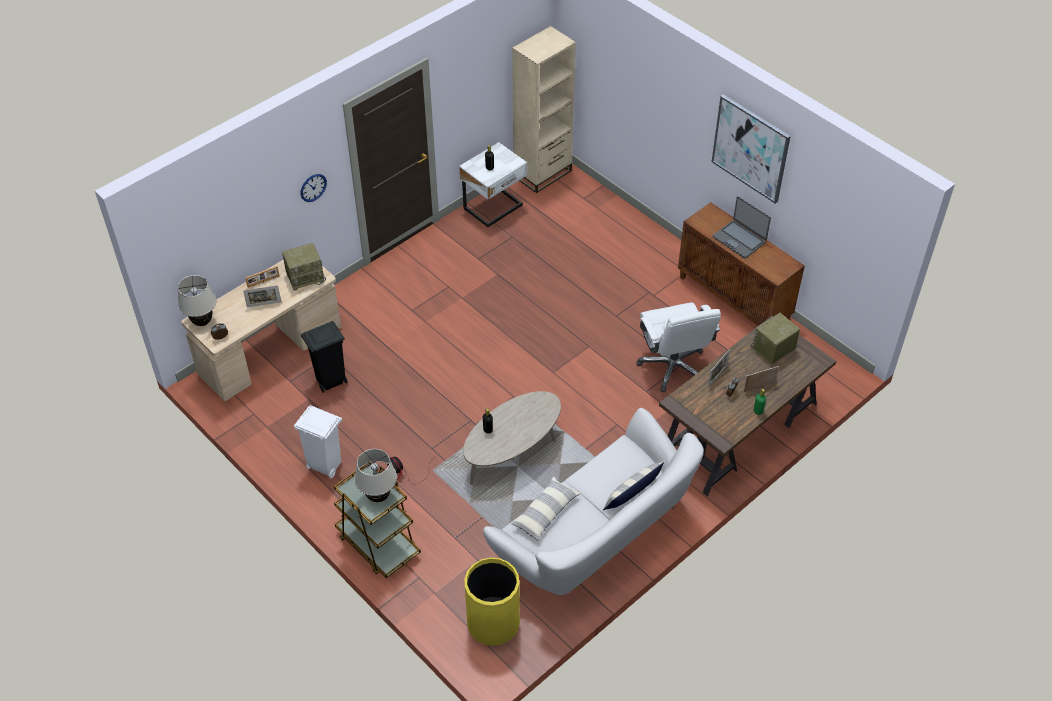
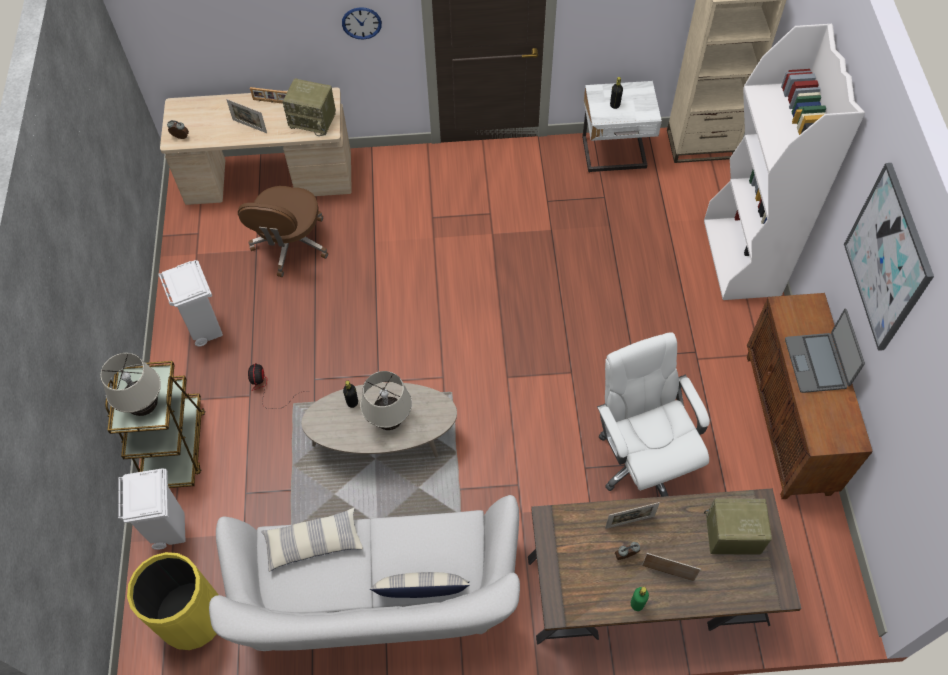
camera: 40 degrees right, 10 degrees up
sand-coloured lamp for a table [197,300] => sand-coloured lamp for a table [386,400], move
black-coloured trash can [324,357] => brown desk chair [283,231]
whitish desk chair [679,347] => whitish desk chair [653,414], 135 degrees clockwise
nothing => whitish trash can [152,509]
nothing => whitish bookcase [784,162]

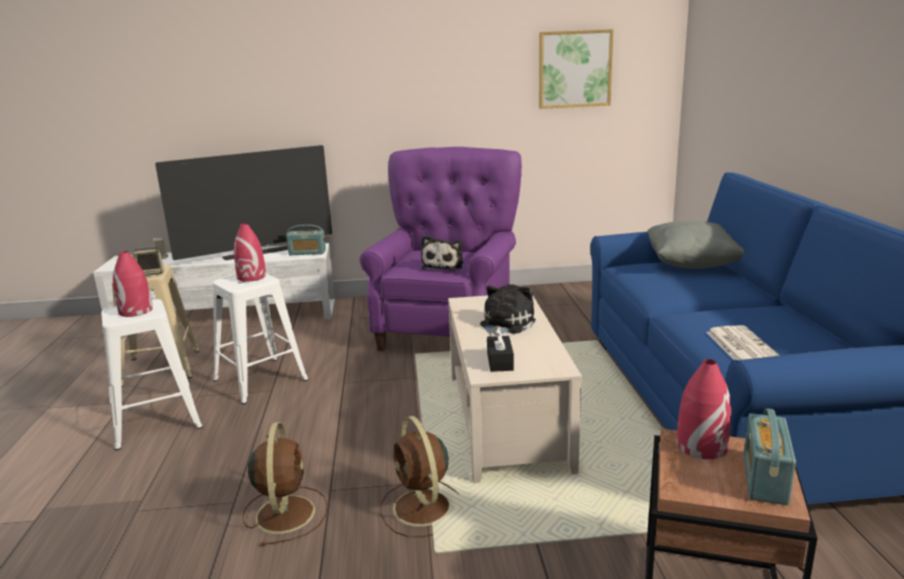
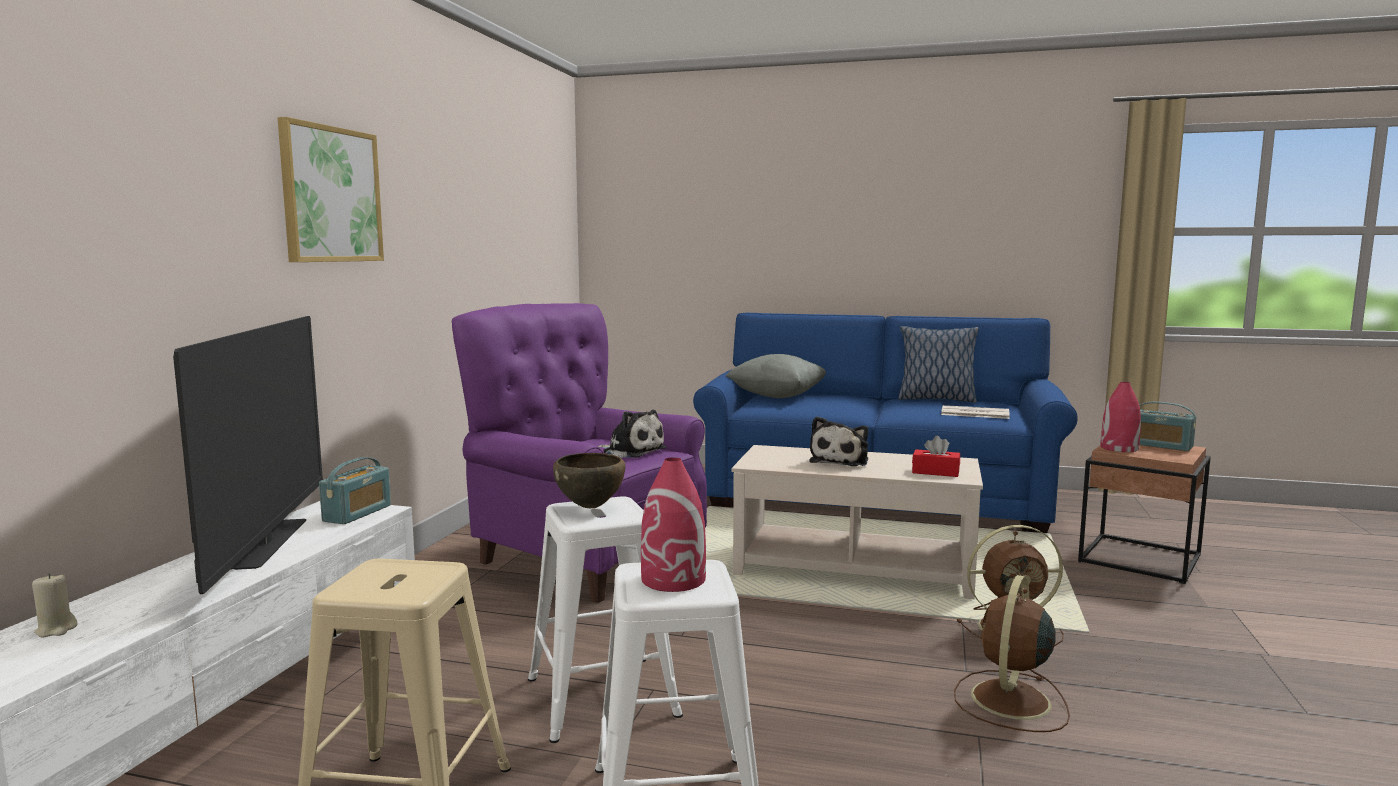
camera: 70 degrees left, 10 degrees down
audio speaker [147,261] => nothing
red-coloured decorative vase [250,252] => brown bowl [589,480]
brown electric fan [285,484] => brown electric fan [1012,653], 75 degrees counterclockwise
cuddly toy [508,310] => cuddly toy [838,441], 120 degrees counterclockwise
black-coloured tissue holder [500,350] => red-coloured tissue holder [936,456]
wall picture [576,69] => wall picture [330,189], move
nothing => pillow [938,364]

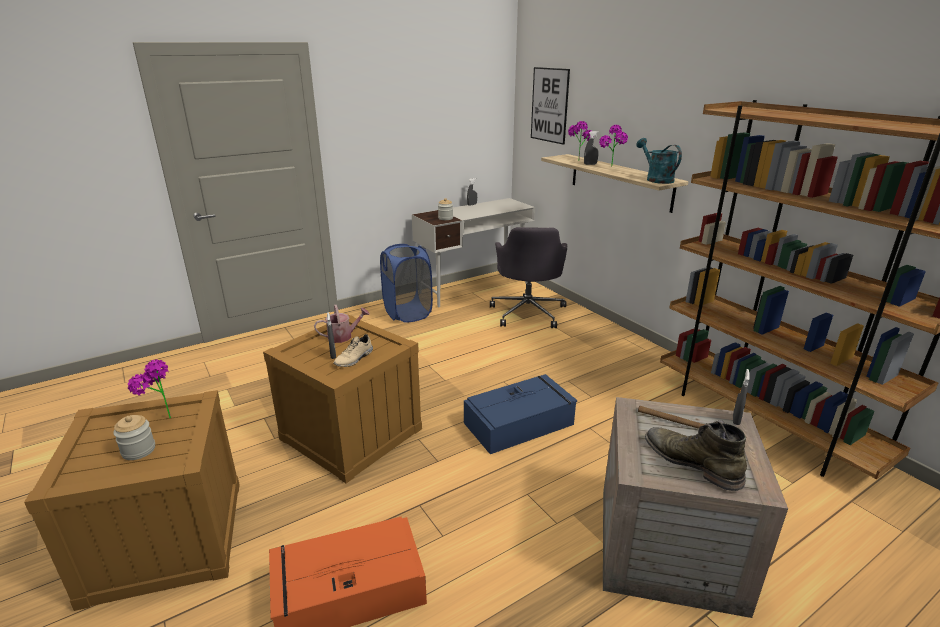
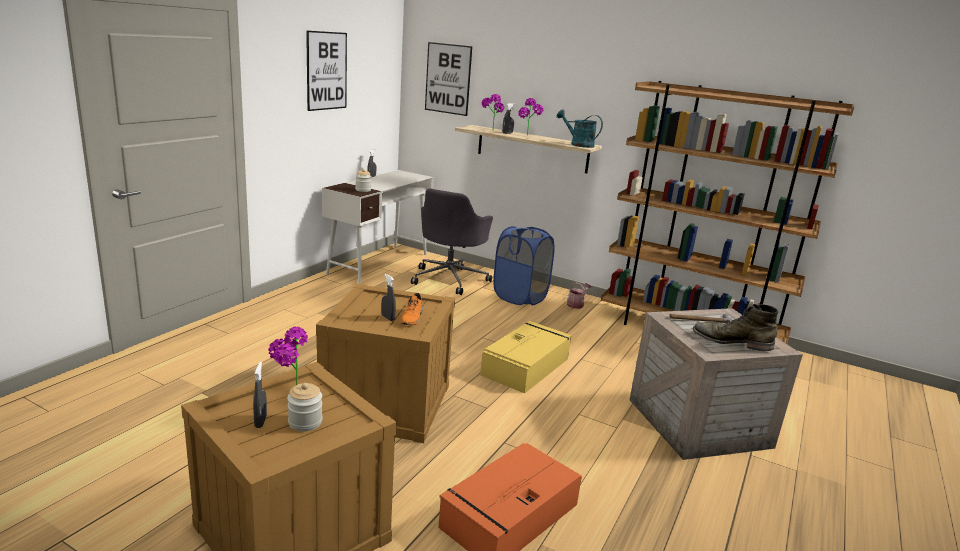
camera: 30 degrees left, 5 degrees down
watering can [342,324] => watering can [579,295], move
sand-coloured item of footwear [353,350] => orangey item of footwear [411,309]
blue hamper [406,283] => blue hamper [524,266], move
blue storage box [520,414] => yellowish storage box [526,357]
grey desk chair [528,277] => grey desk chair [452,242], 45 degrees clockwise
grey sprayer [741,397] => grey sprayer [260,394], move
nothing => wall picture [326,71]

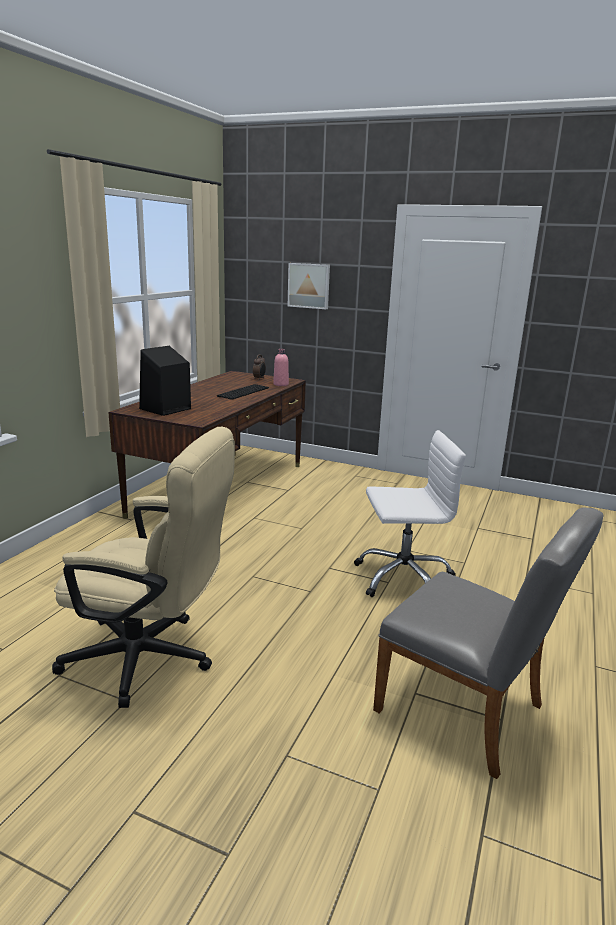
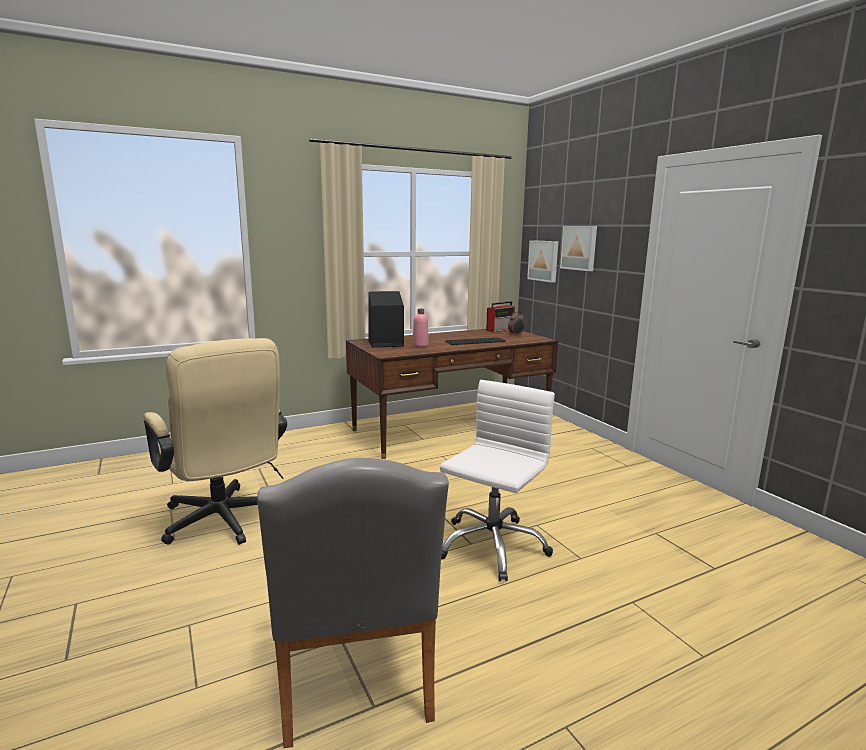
camera: 40 degrees right, 5 degrees down
pinkish bottle [281,367] => pinkish bottle [421,328], move
whitish desk chair [410,513] => whitish desk chair [497,480], 90 degrees counterclockwise
nothing => radio receiver [500,316]
nothing => wall picture [542,261]

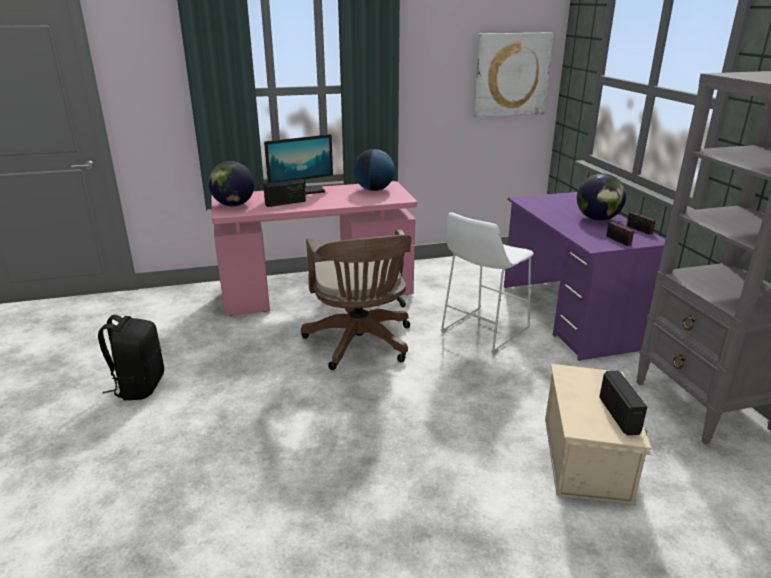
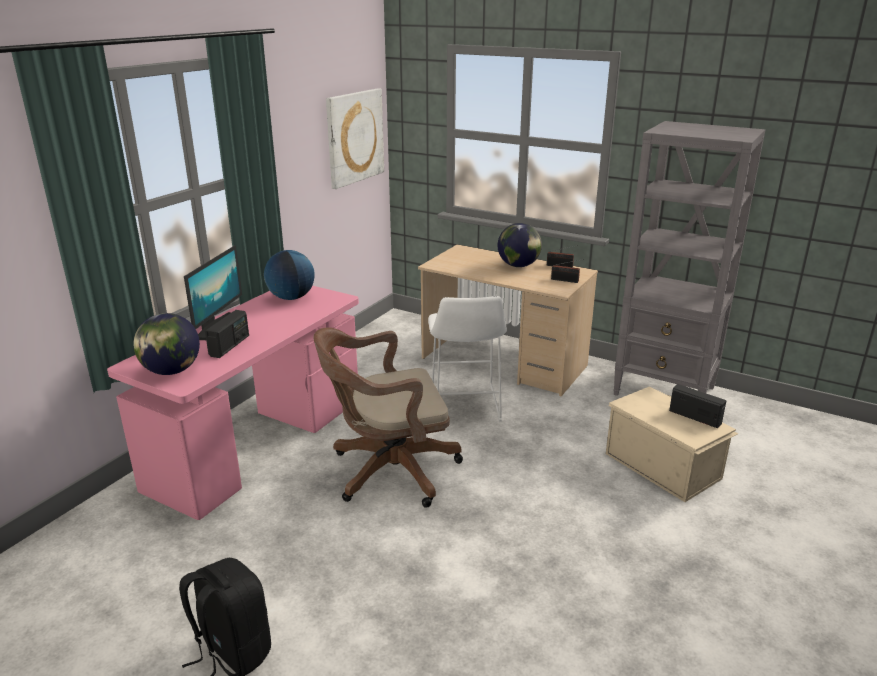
camera: 45 degrees left, 0 degrees up
brown desk chair [356,299] => brown desk chair [388,417], 135 degrees clockwise
purple-coloured desk [584,276] => sand-coloured desk [508,320]

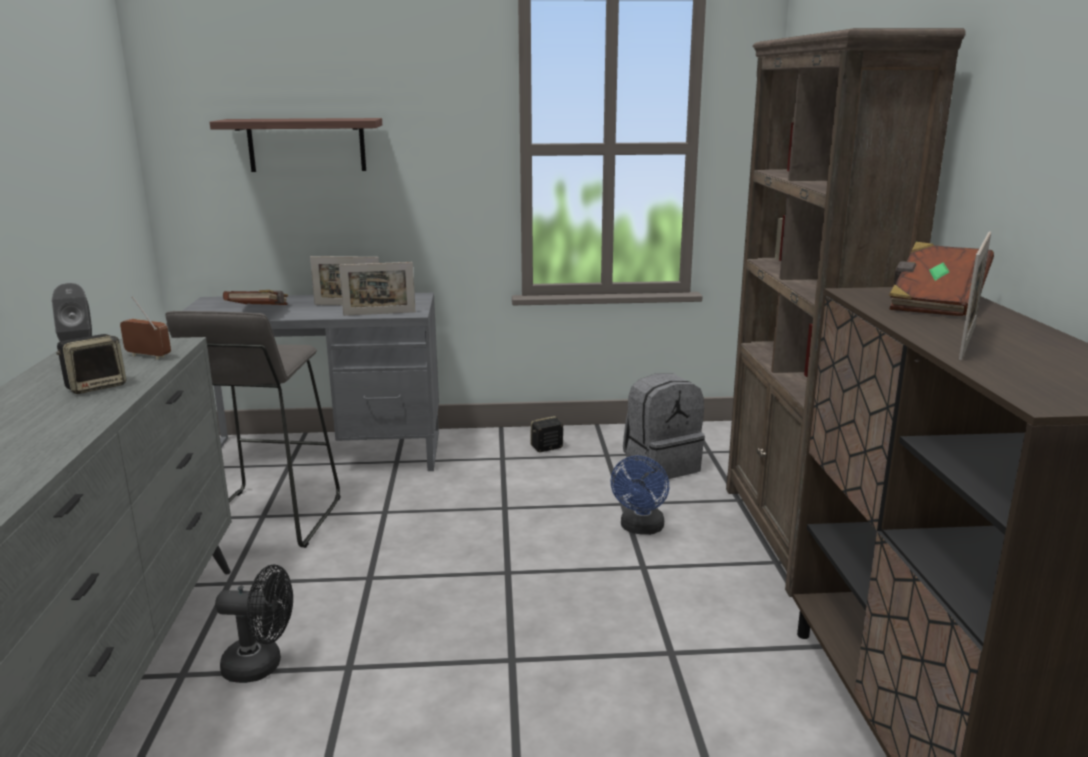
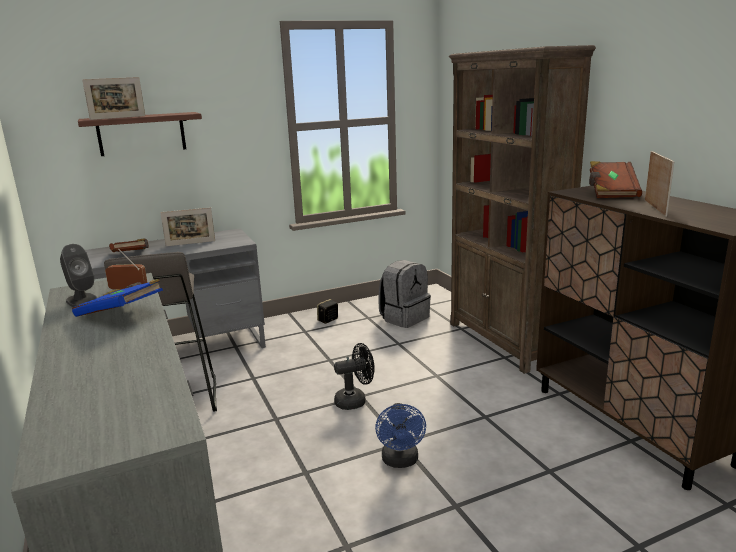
camera: 20 degrees left, 0 degrees up
audio speaker [91,364] => blue bound book [117,298]
black-coloured electric fan [254,624] => black-coloured electric fan [354,376], move
picture frame [377,289] => picture frame [113,98], move
blue electric fan [640,495] => blue electric fan [400,435], move

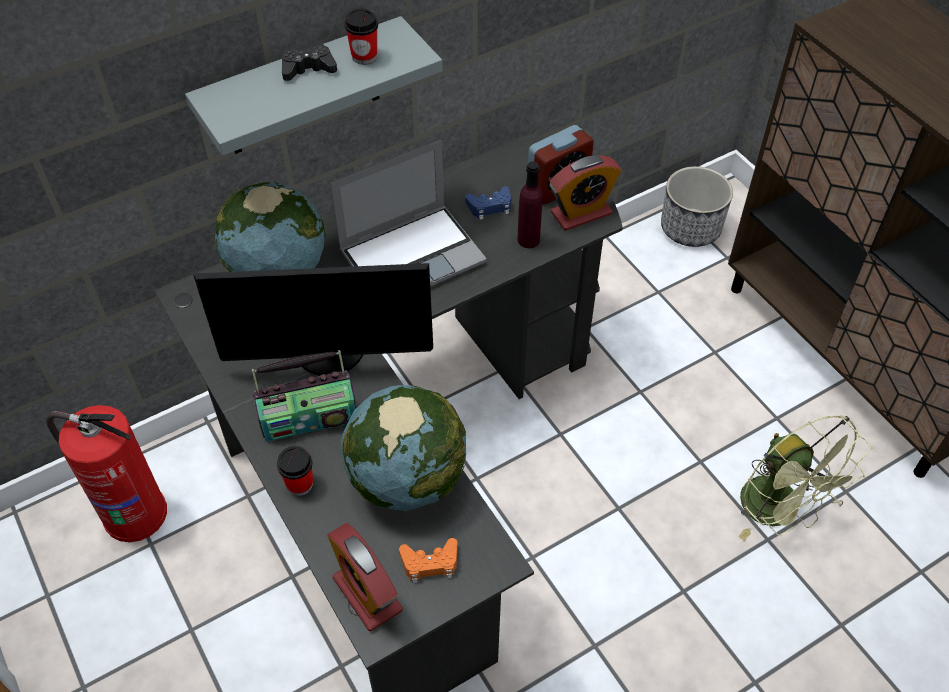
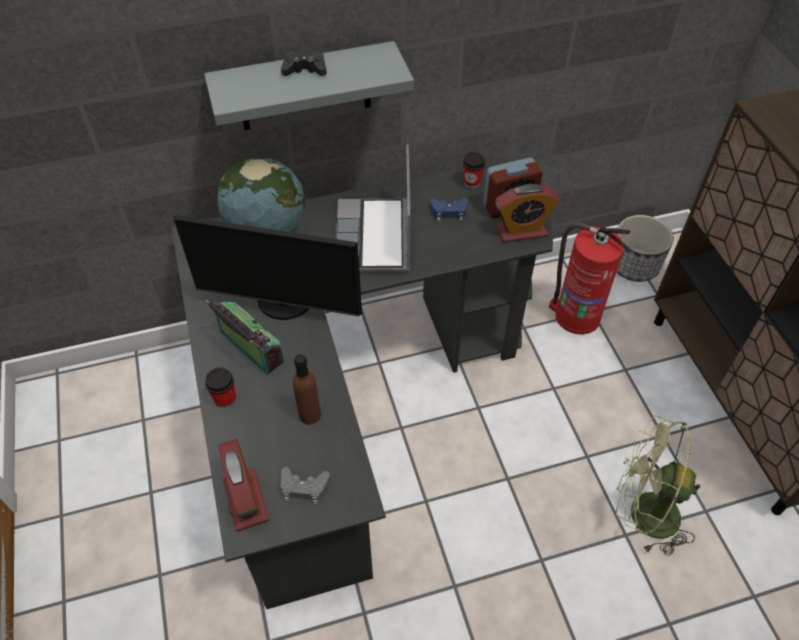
camera: 15 degrees right, 0 degrees up
extinguisher [106,473] => extinguisher [590,279], move
radio receiver [304,396] => radio receiver [245,337], 135 degrees counterclockwise
portable computer [408,213] => portable computer [373,208], 105 degrees clockwise
globe [403,448] => brown bottle [307,389]
small cup [361,37] => small cup [474,170], move
orangey gamepad [428,560] => grey gamepad [305,485]
purple-coloured bottle [530,204] => nothing
green electric fan [805,478] => green electric fan [658,486], 120 degrees clockwise

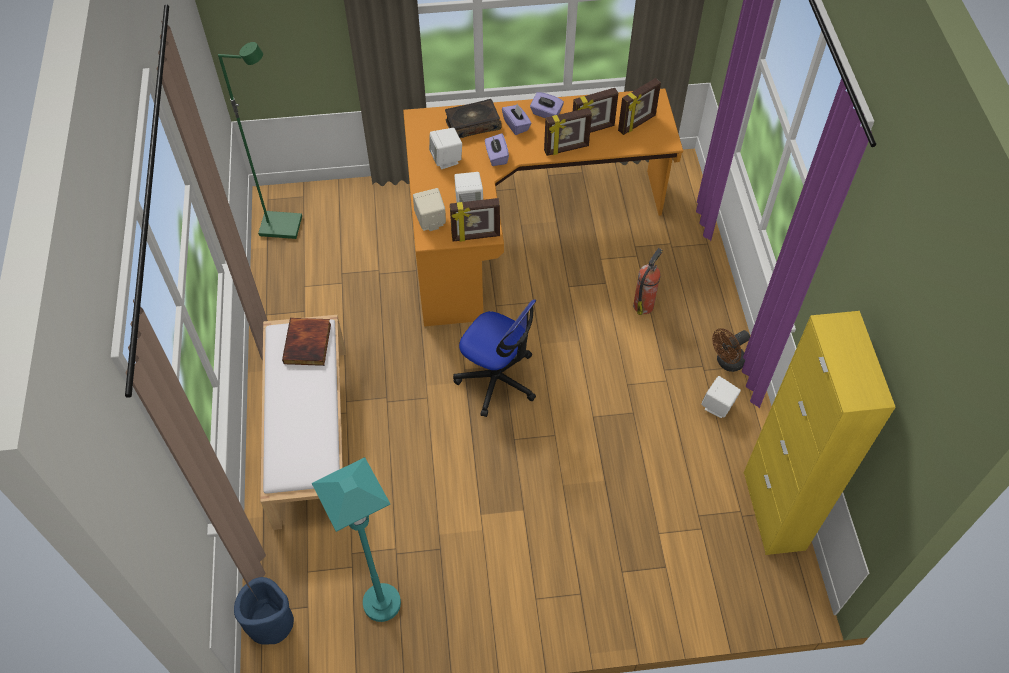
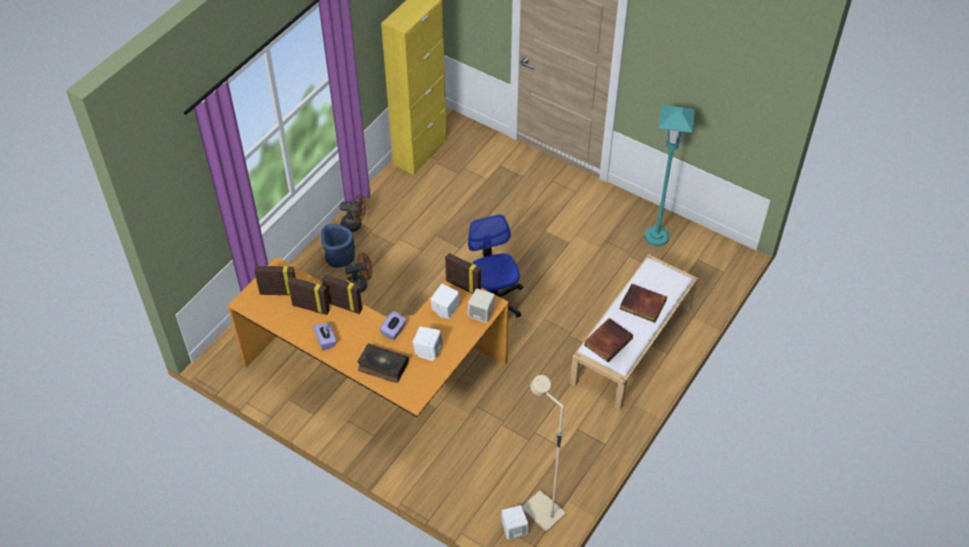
camera: 140 degrees left, 5 degrees down
green standing lamp [260,140] => sand-coloured standing lamp [544,453]
blue plant pot [264,611] => blue plant pot [338,246], move
purple-coloured tissue holder [517,119] => nothing
extinguisher [647,281] => brown electric fan [358,272]
whitish audio speaker [721,397] => whitish audio speaker [514,522], move
nothing => bound book [643,303]

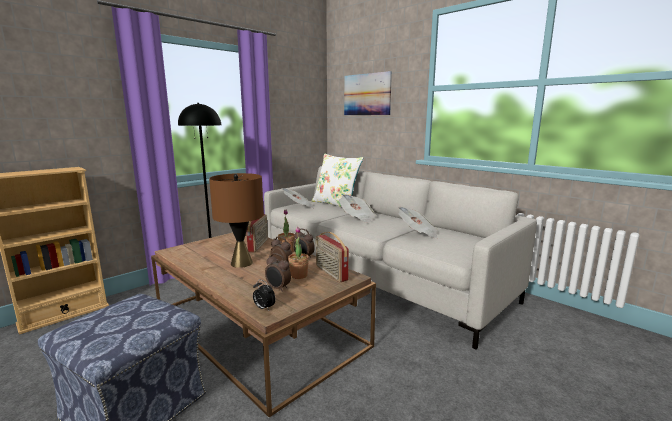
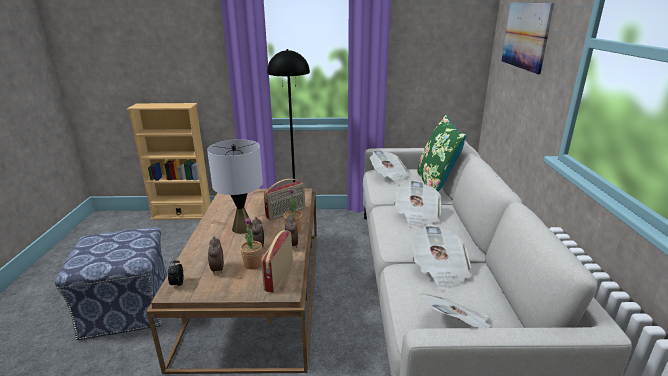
camera: 45 degrees right, 10 degrees up
brown lamp for a table [236,220] => grey lamp for a table [235,186]
whitish pillow [338,180] => green pillow [442,153]
nothing => daily paper [456,310]

